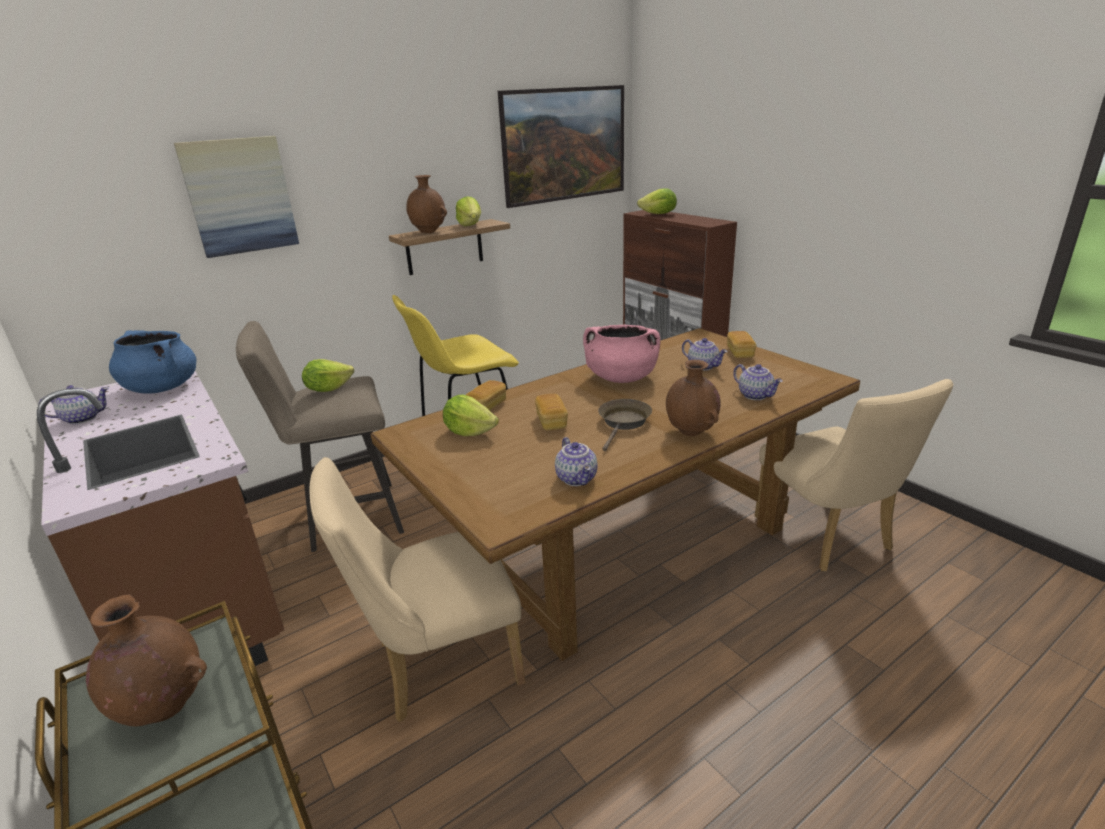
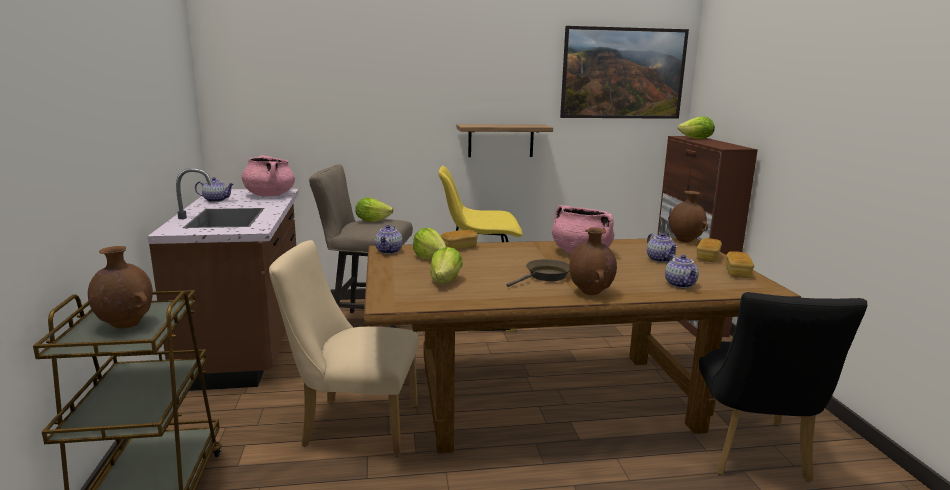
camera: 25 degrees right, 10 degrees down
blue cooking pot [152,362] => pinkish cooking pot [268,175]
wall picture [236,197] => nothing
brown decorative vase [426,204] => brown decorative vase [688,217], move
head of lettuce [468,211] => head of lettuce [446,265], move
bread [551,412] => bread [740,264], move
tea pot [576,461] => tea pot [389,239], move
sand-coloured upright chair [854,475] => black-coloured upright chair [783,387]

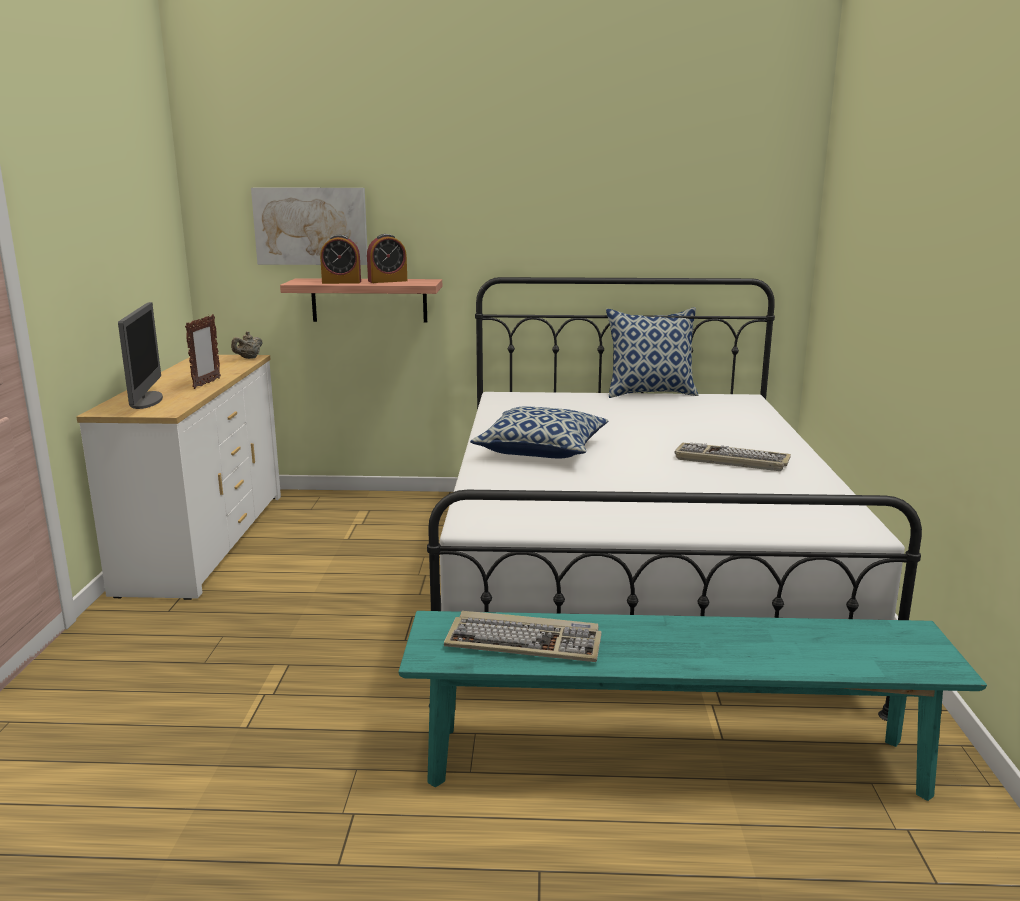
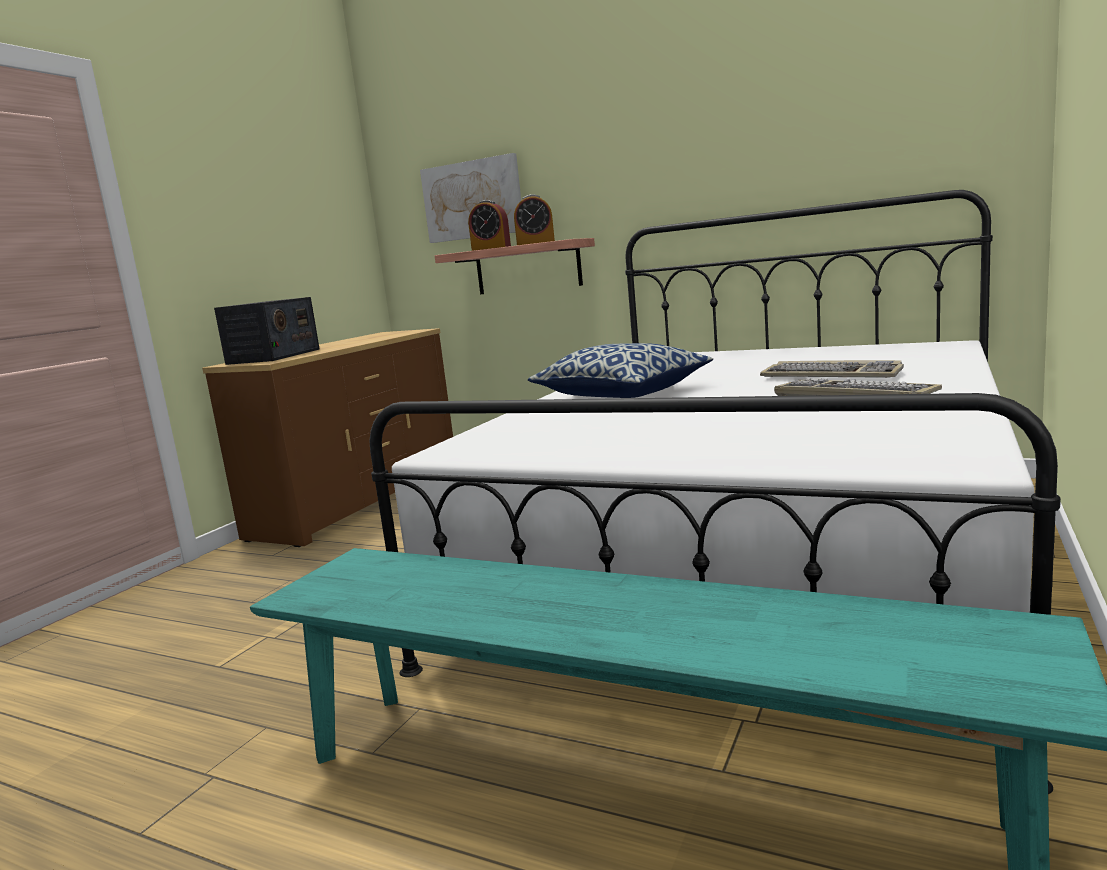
camera: 25 degrees right, 5 degrees down
whitish drawer chest [179,477] => brown drawer chest [327,437]
computer screen [140,355] => radio receiver [267,331]
picture frame [203,351] => nothing
sand-coloured tea pot [247,345] => nothing
keyboard [523,636] => keyboard [832,369], move
pillow [652,352] => nothing

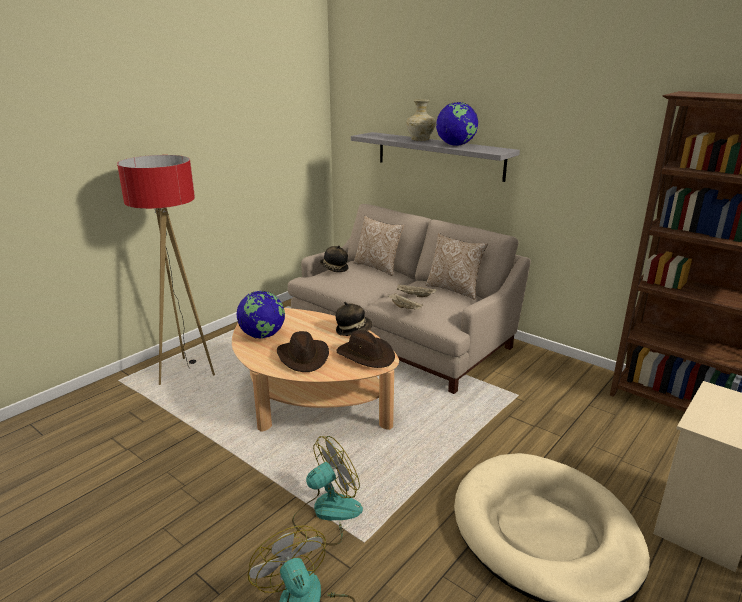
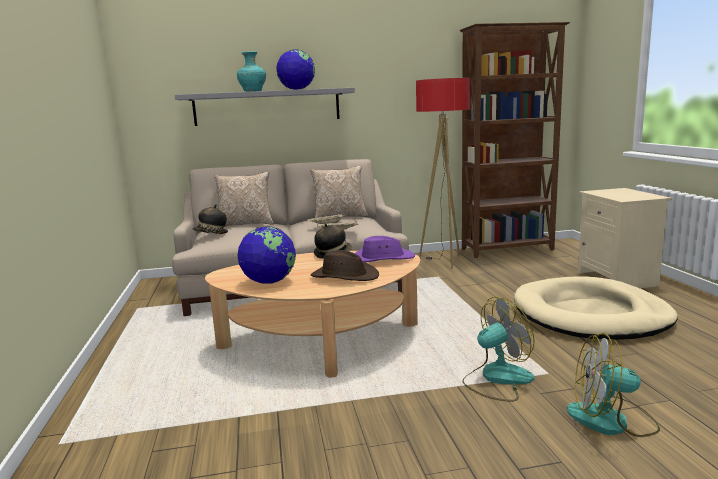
camera: 50 degrees left, 10 degrees down
standing lamp [166,270] => standing lamp [443,173], move
electric fan [327,490] => electric fan [498,349], 60 degrees clockwise
brown clothing hat [365,349] => purple-coloured clothing hat [385,249]
sand-coloured decorative vase [421,120] => blue-green decorative vase [251,71]

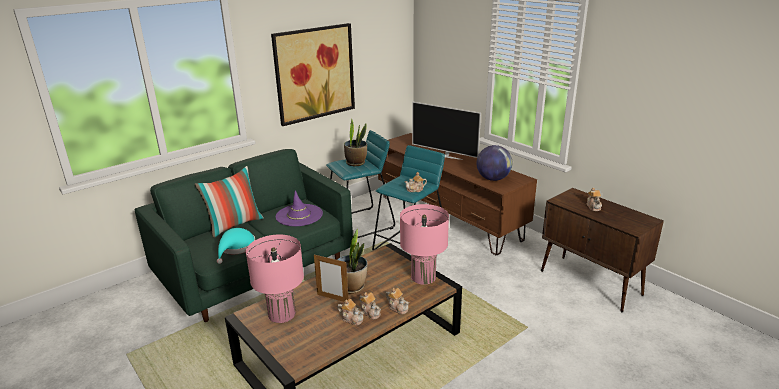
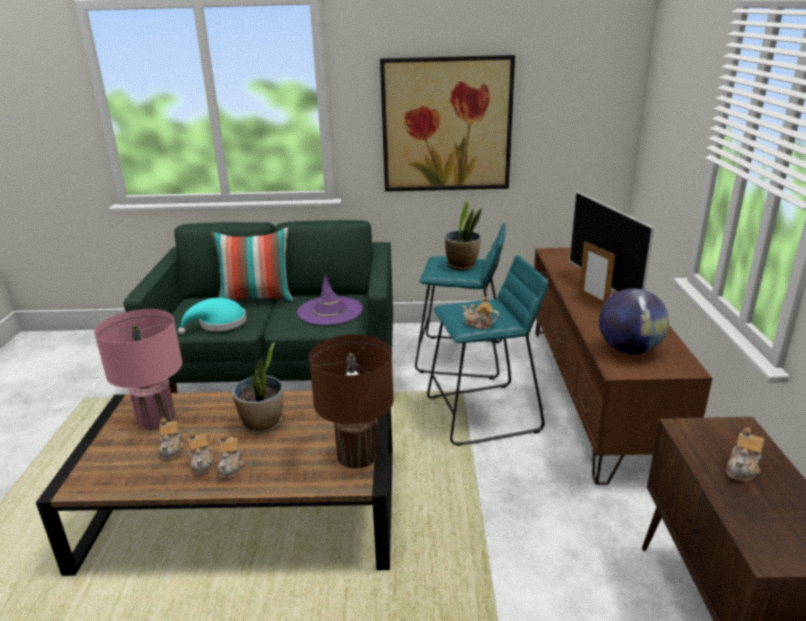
camera: 40 degrees right, 0 degrees up
picture frame [331,278] => picture frame [597,274], move
tea pot [397,301] => tea pot [172,439], move
pinkish lamp for a table [424,244] => brown lamp for a table [351,401]

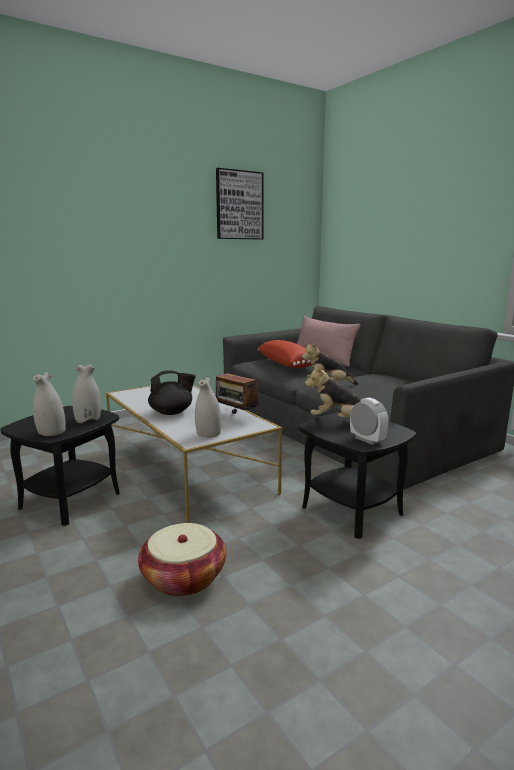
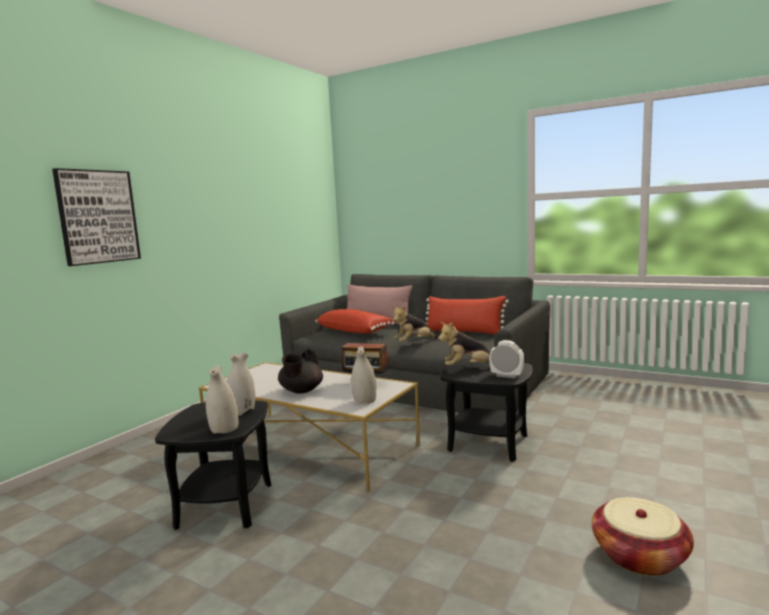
camera: 25 degrees left, 5 degrees down
household basket [182,560] => household basket [643,536], move
black-coloured tea pot [172,392] => black-coloured tea pot [300,371], 150 degrees clockwise
wall picture [240,204] => wall picture [96,217], move
nothing => red-coloured pillow [467,315]

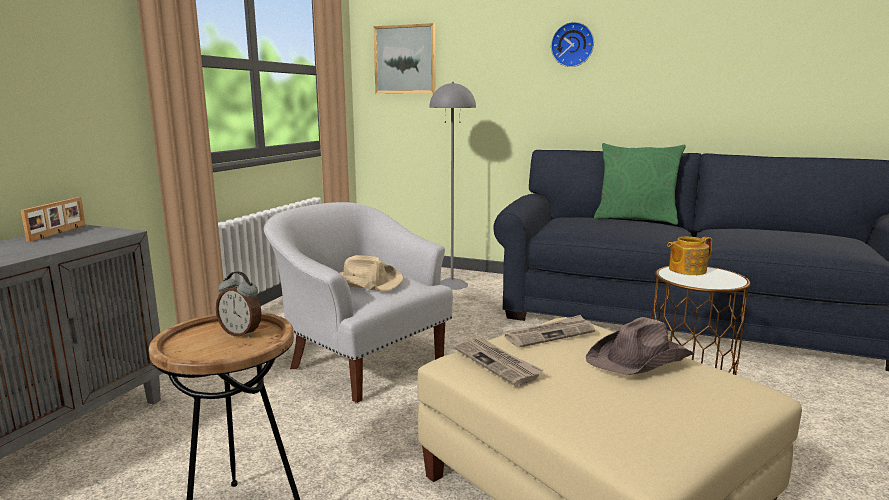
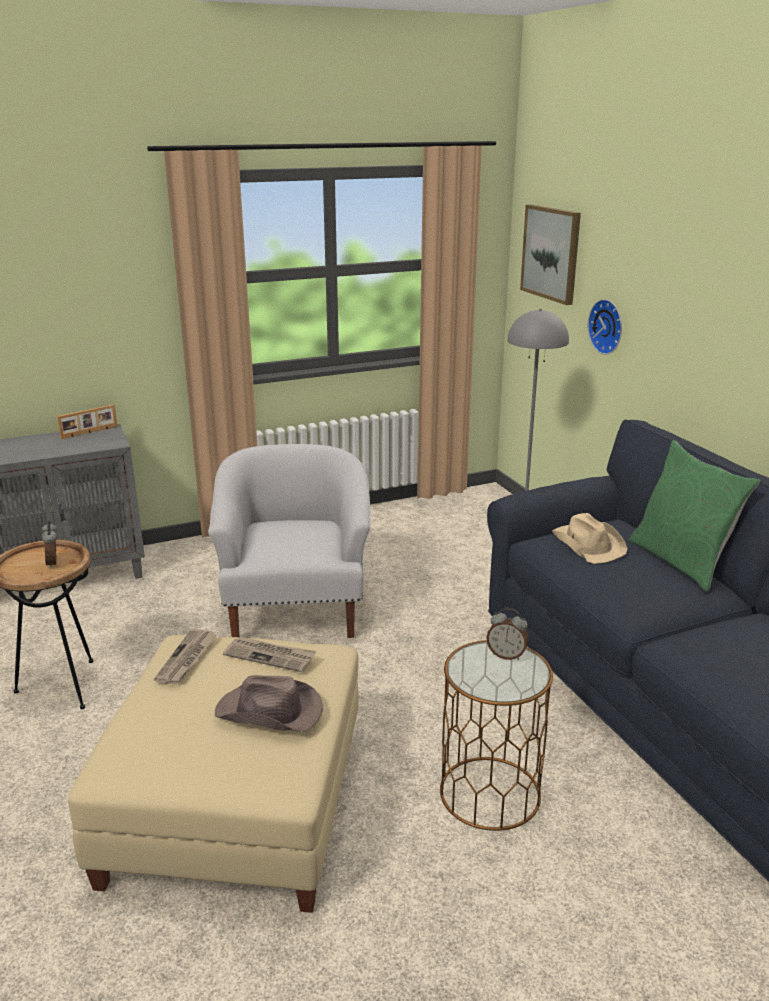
camera: 45 degrees right, 10 degrees up
sand-coloured clothing hat [371,273] => sand-coloured clothing hat [589,538], move
clock on the wall [572,44] => clock on the wall [605,327], move
tea pot [689,256] => table clock [507,634]

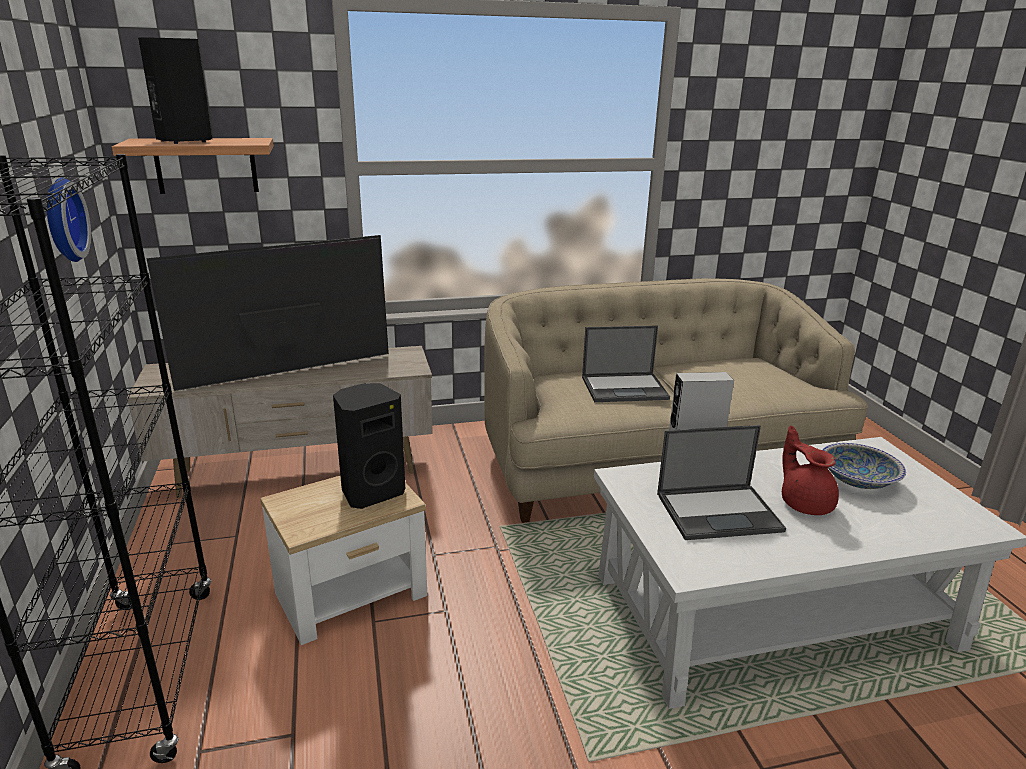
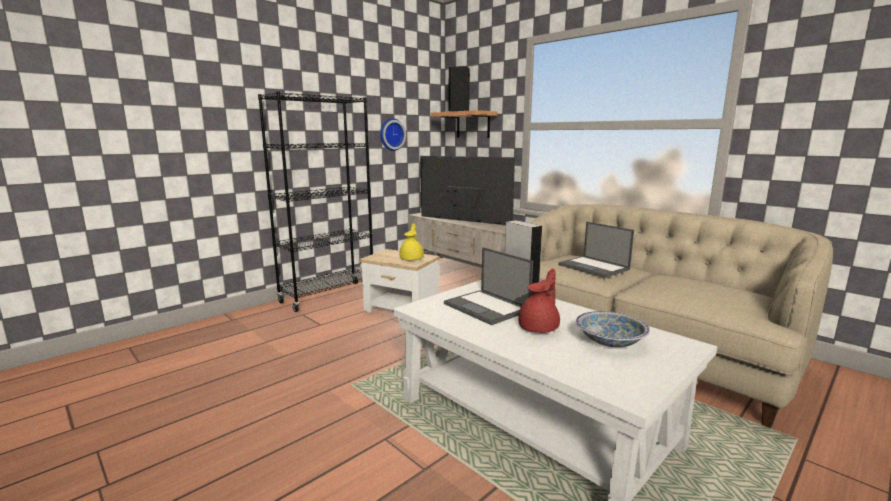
camera: 60 degrees right, 10 degrees down
black-coloured audio speaker [369,446] => yellowish tea pot [411,242]

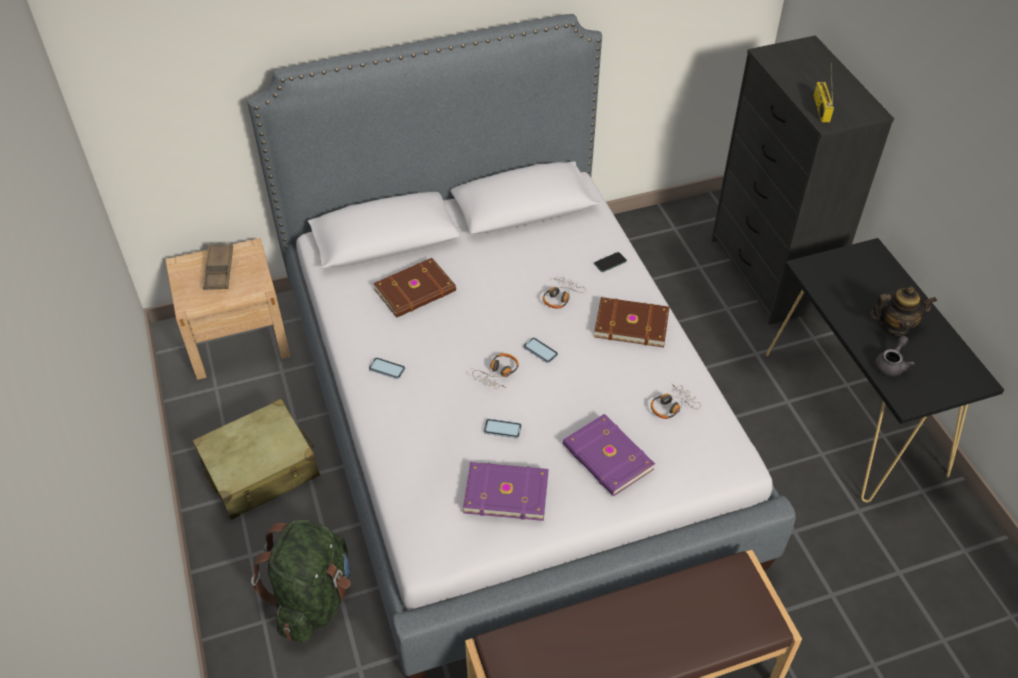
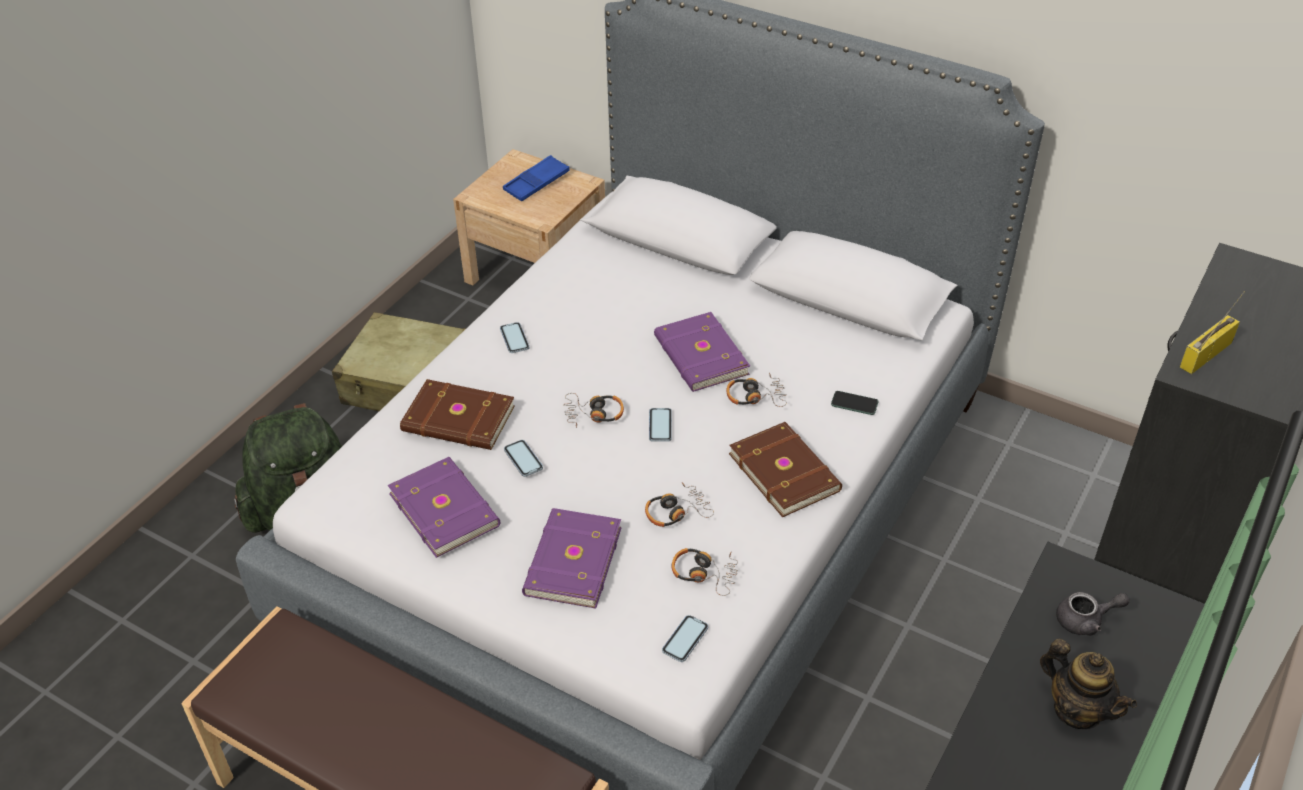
camera: 50 degrees right, 5 degrees down
brown carrying tray [218,267] => blue carrying tray [536,178]
brown bound book [414,288] => brown bound book [457,414], move
grey tea pot [895,356] => grey tea pot [1093,614], move
nothing => headphones [679,504]
nothing => purple-coloured bound book [702,352]
nothing => handset [685,638]

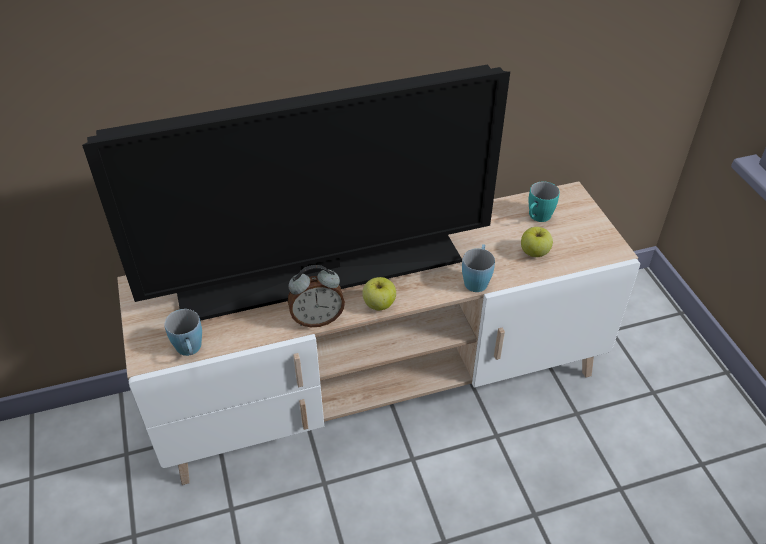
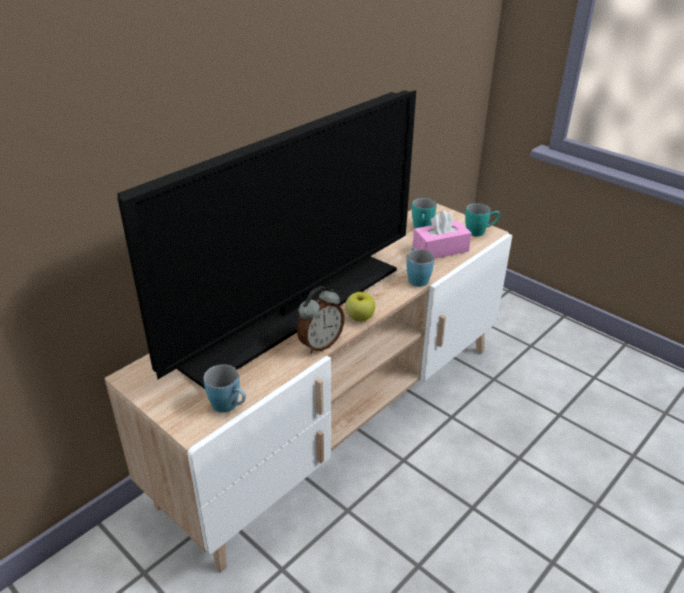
camera: 30 degrees left, 10 degrees down
whole apple [537,242] => pinkish tissue holder [441,234]
nothing => blue-green mug [482,219]

